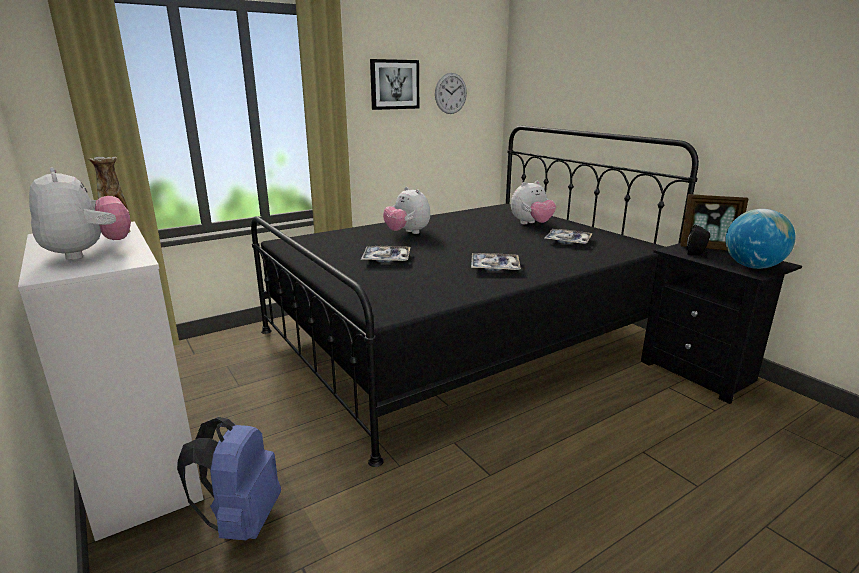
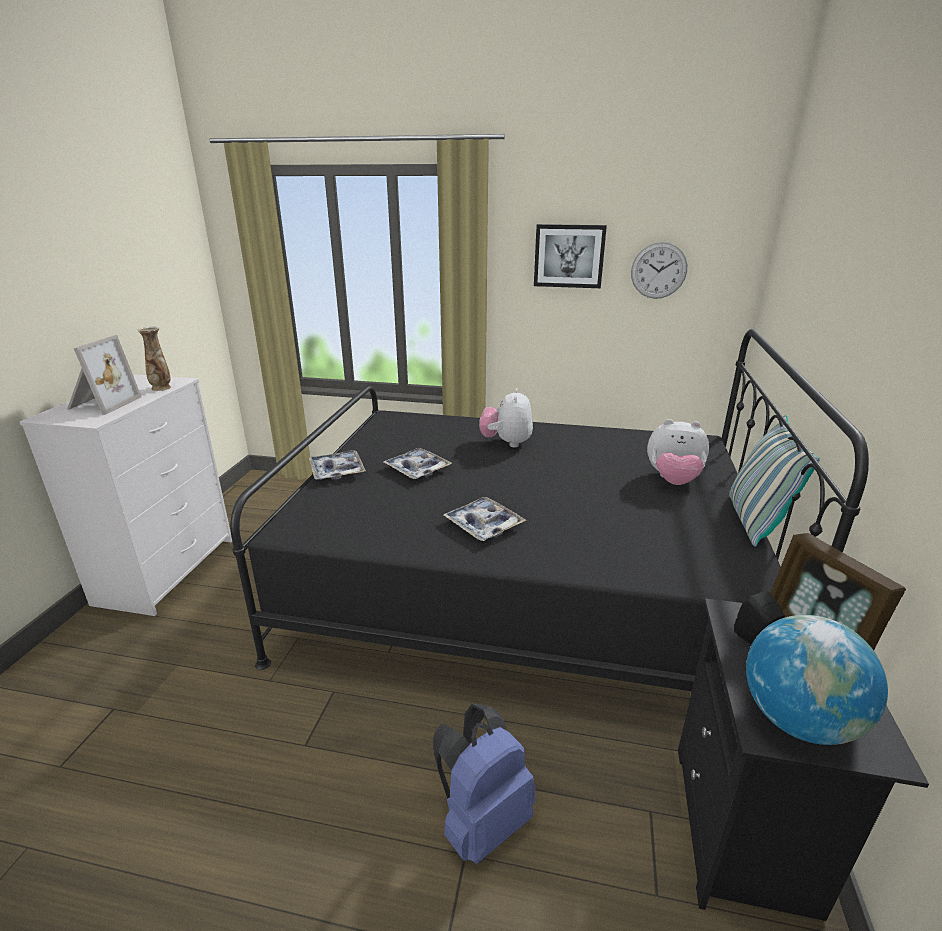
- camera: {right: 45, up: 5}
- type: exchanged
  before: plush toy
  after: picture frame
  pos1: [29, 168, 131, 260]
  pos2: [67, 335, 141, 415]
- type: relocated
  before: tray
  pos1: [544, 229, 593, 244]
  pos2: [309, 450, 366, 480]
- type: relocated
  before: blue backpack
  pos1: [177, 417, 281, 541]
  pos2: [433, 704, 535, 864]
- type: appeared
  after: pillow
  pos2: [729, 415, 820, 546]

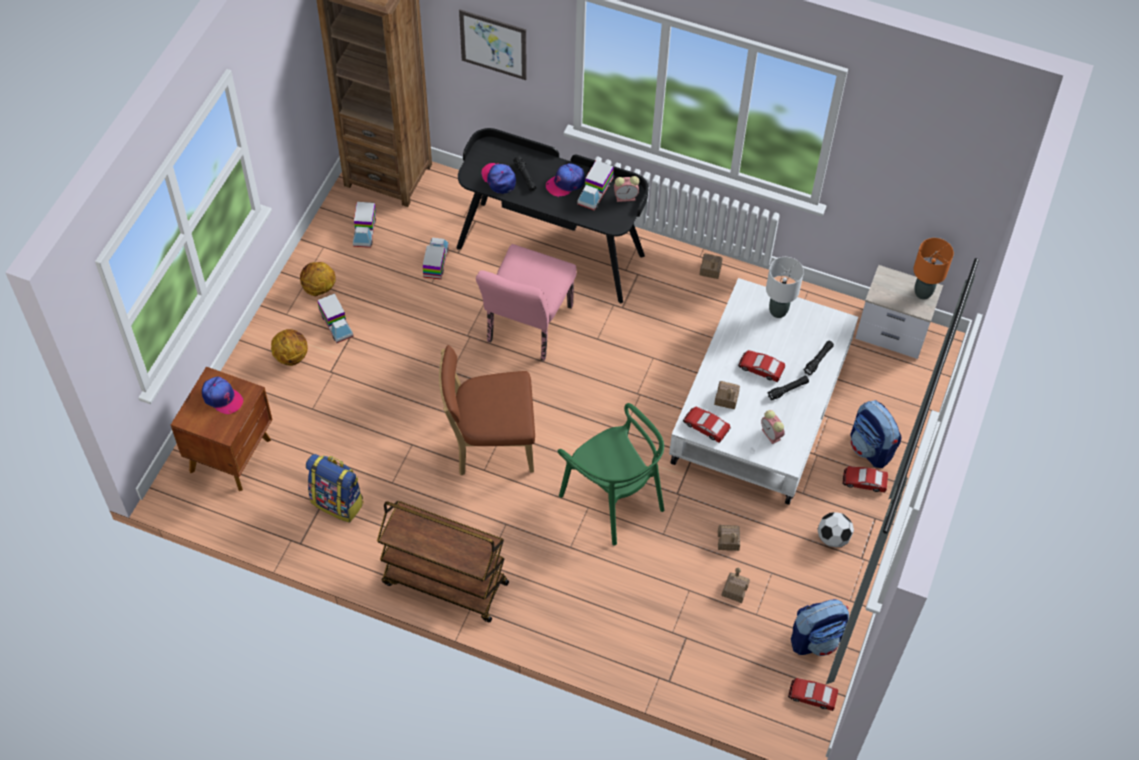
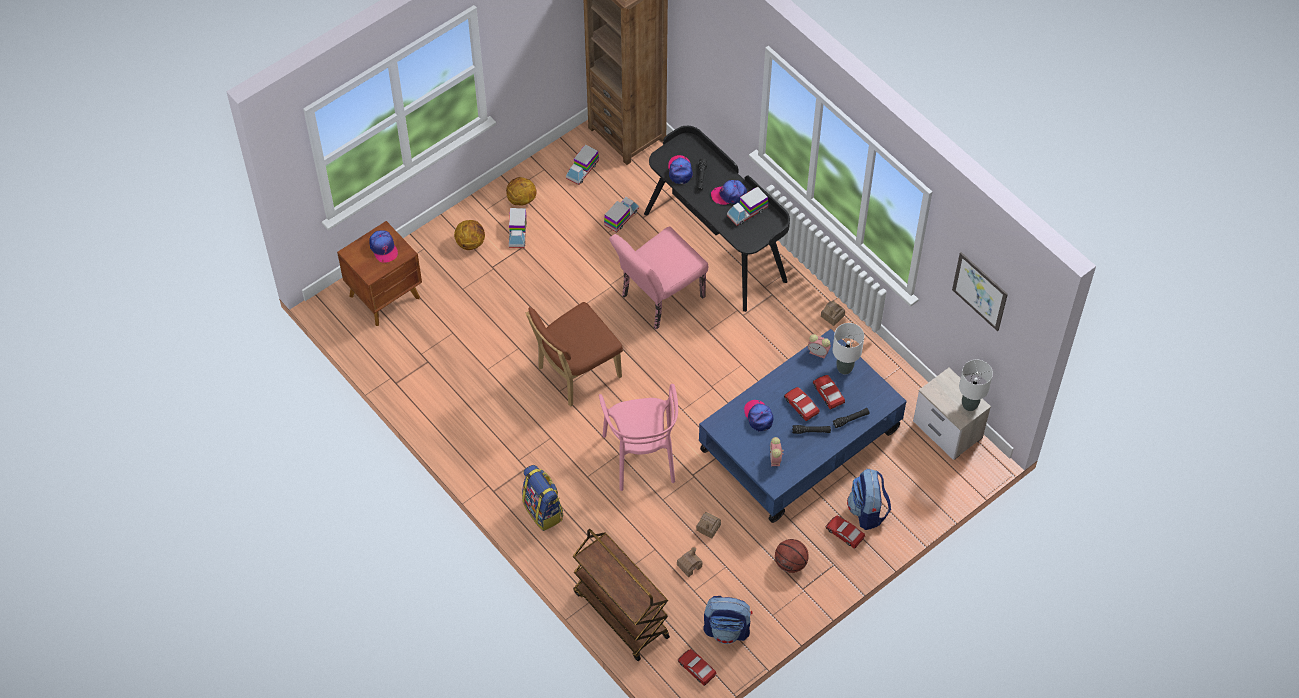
- camera: {right: 30, up: 0}
- type: relocated
  before: picture
  pos1: [459, 9, 527, 80]
  pos2: [952, 252, 1008, 331]
- type: relocated
  before: alarm clock
  pos1: [614, 176, 639, 202]
  pos2: [808, 334, 831, 359]
- type: colour
  before: orange table lamp
  after: white table lamp
  pos1: [913, 238, 954, 300]
  pos2: [959, 360, 993, 411]
- type: colour
  before: white coffee table
  after: blue coffee table
  pos1: [669, 278, 858, 505]
  pos2: [699, 329, 907, 523]
- type: spun
  before: brown chair
  pos1: [439, 345, 535, 475]
  pos2: [526, 302, 623, 406]
  turn: -60
- type: exchanged
  before: toy house
  after: cap
  pos1: [714, 381, 740, 410]
  pos2: [744, 400, 773, 431]
- type: colour
  before: green chair
  after: pink chair
  pos1: [558, 403, 664, 546]
  pos2: [599, 384, 678, 491]
- type: relocated
  before: toy car
  pos1: [683, 407, 730, 443]
  pos2: [813, 375, 845, 410]
- type: relocated
  before: backpack
  pos1: [306, 454, 364, 523]
  pos2: [522, 465, 563, 531]
- type: relocated
  before: brown cart
  pos1: [377, 501, 509, 622]
  pos2: [573, 529, 670, 661]
- type: exchanged
  before: football
  after: basketball
  pos1: [817, 512, 854, 547]
  pos2: [775, 539, 809, 573]

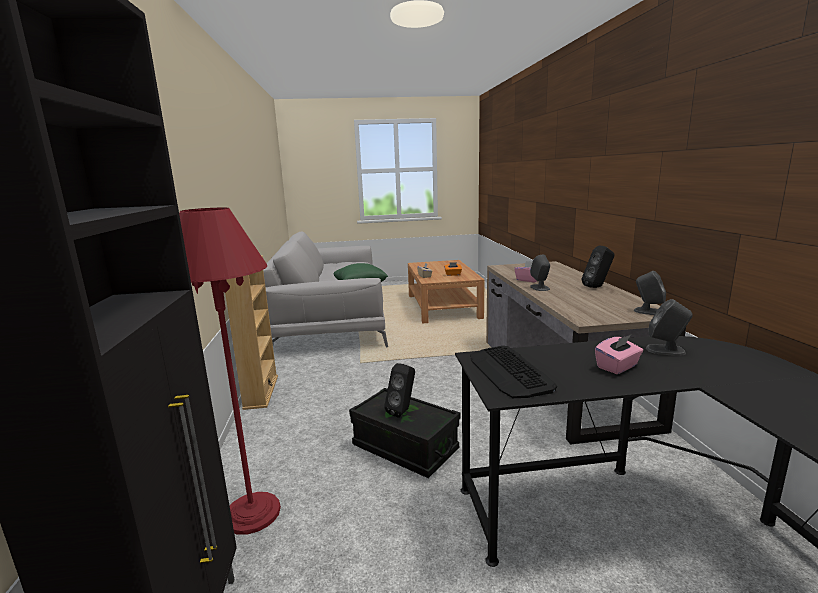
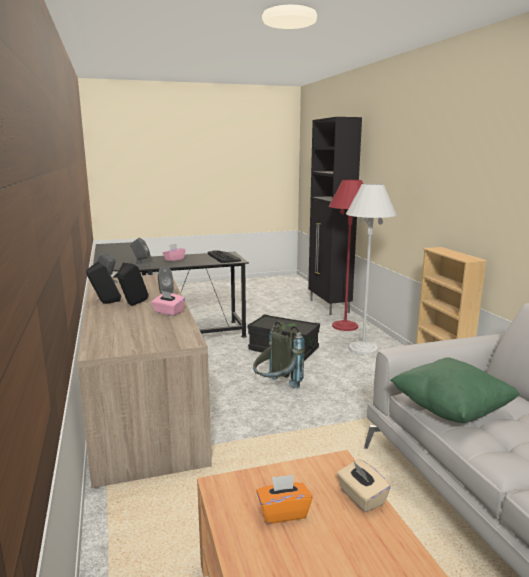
- camera: {right: 170, up: 0}
- type: relocated
  before: black speaker
  pos1: [384, 363, 415, 418]
  pos2: [117, 263, 149, 306]
- type: appeared
  after: white floor lamp
  pos2: [346, 184, 397, 354]
- type: appeared
  after: grey backpack
  pos2: [253, 321, 305, 388]

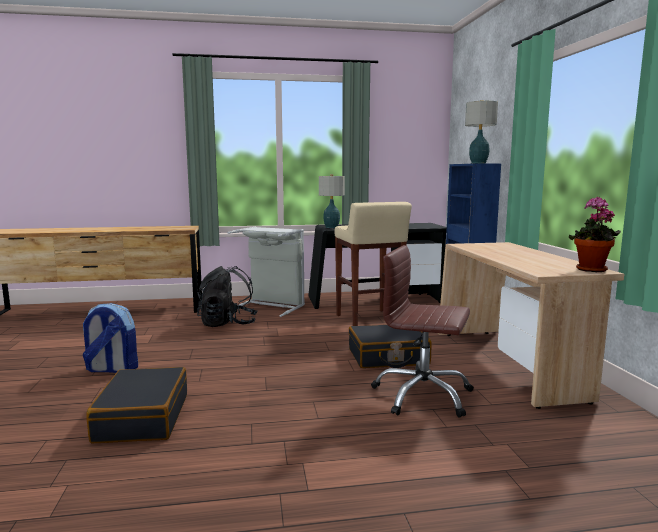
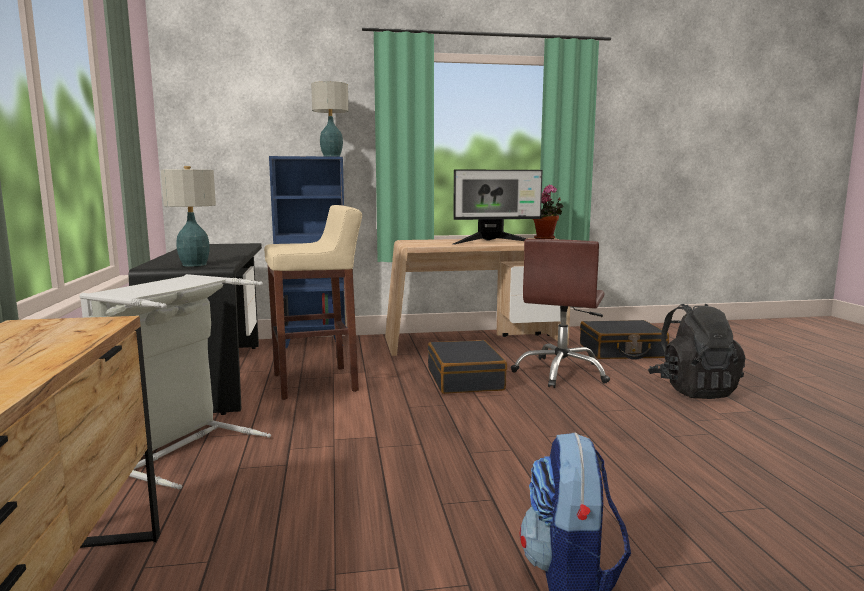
- camera: {right: -90, up: 0}
- type: relocated
  before: black backpack
  pos1: [197, 266, 258, 327]
  pos2: [648, 304, 745, 399]
- type: relocated
  before: black suitcase
  pos1: [86, 367, 187, 443]
  pos2: [580, 320, 669, 360]
- type: appeared
  after: monitor
  pos2: [452, 170, 542, 245]

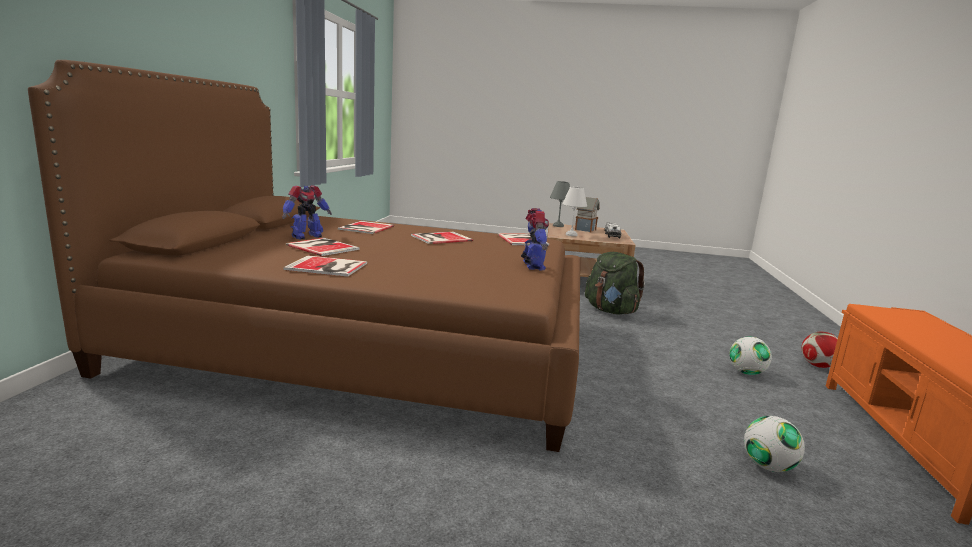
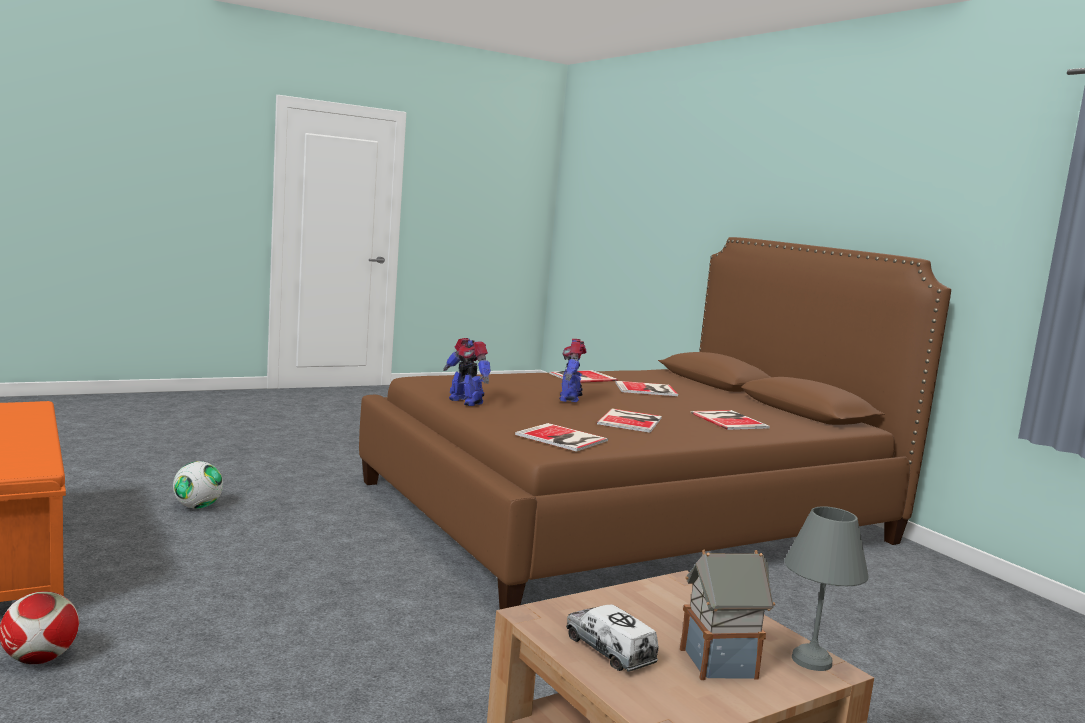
- camera: {right: 140, up: -5}
- type: relocated
  before: toy robot
  pos1: [282, 185, 332, 239]
  pos2: [559, 339, 587, 402]
- type: missing
  before: white table lamp
  pos1: [563, 187, 587, 236]
- type: missing
  before: green backpack
  pos1: [585, 252, 645, 314]
- type: missing
  before: football
  pos1: [729, 337, 772, 375]

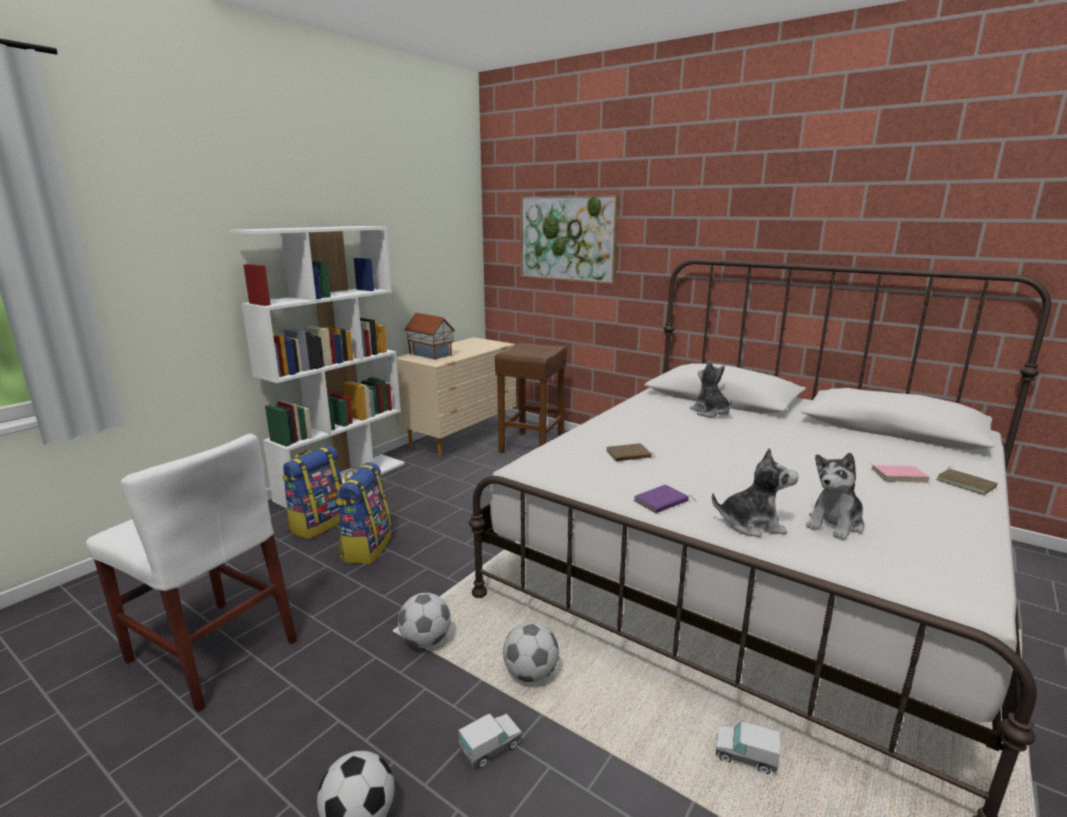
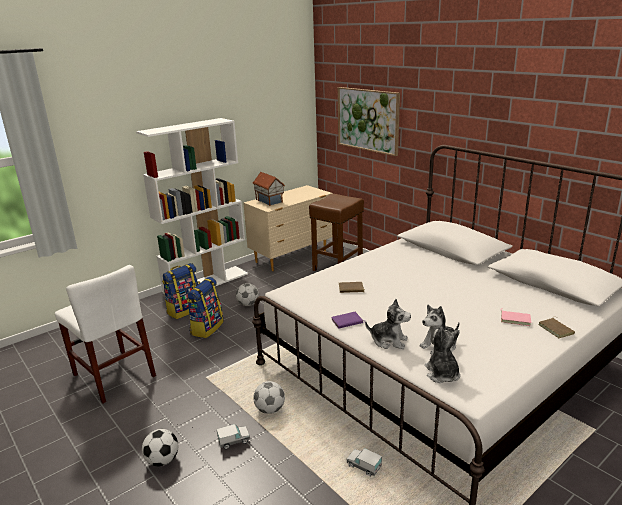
- camera: {right: 15, up: 5}
- type: relocated
  before: plush toy
  pos1: [690, 361, 732, 418]
  pos2: [425, 327, 460, 383]
- type: relocated
  before: football
  pos1: [398, 593, 451, 648]
  pos2: [236, 283, 259, 306]

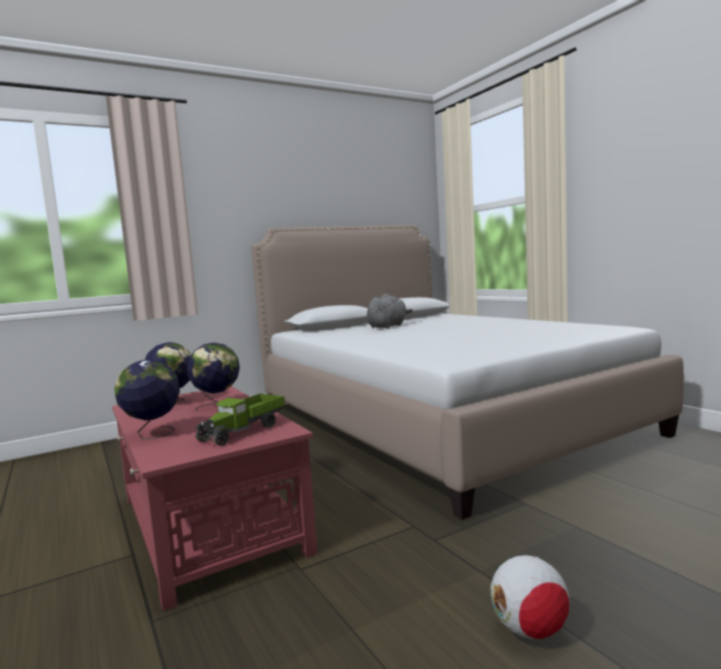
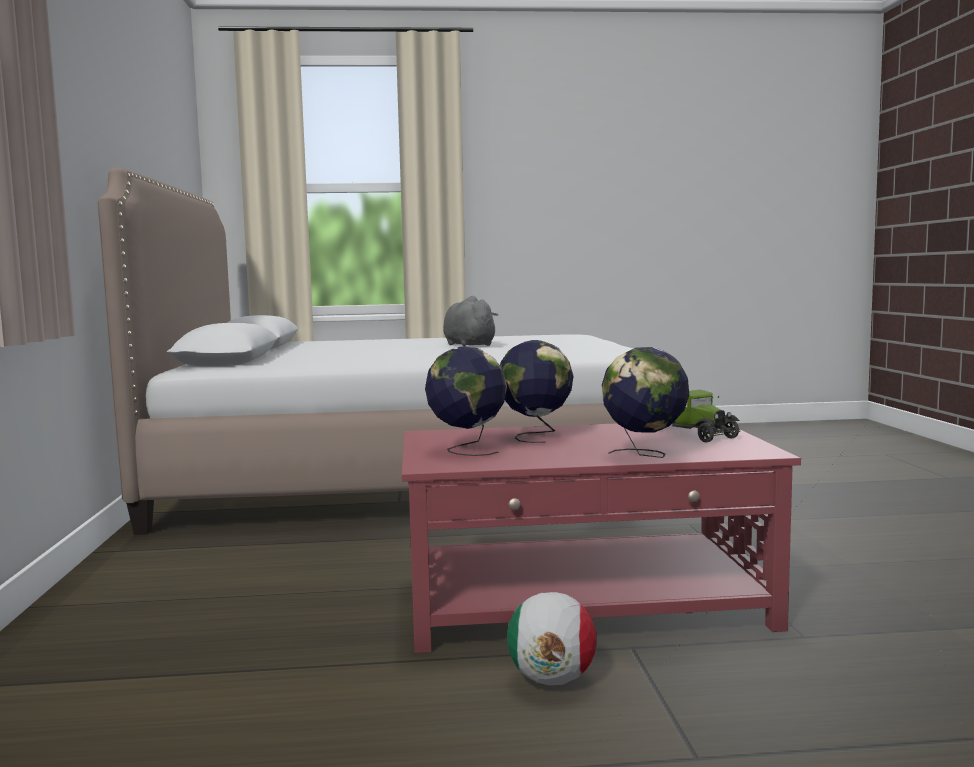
- camera: {right: -65, up: 0}
- type: relocated
  before: grey plush toy
  pos1: [367, 293, 413, 329]
  pos2: [443, 296, 498, 346]
- type: relocated
  before: football
  pos1: [491, 555, 570, 639]
  pos2: [507, 592, 597, 685]

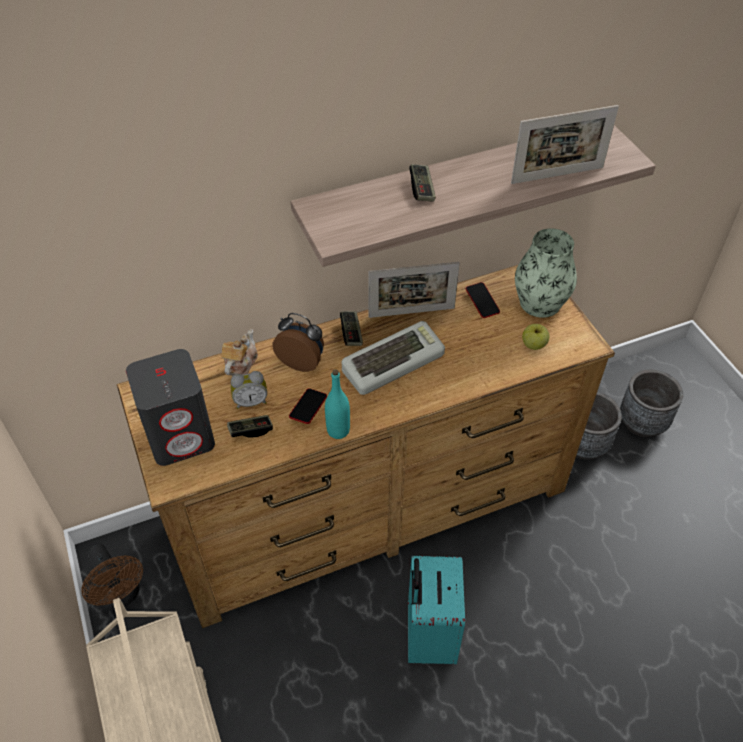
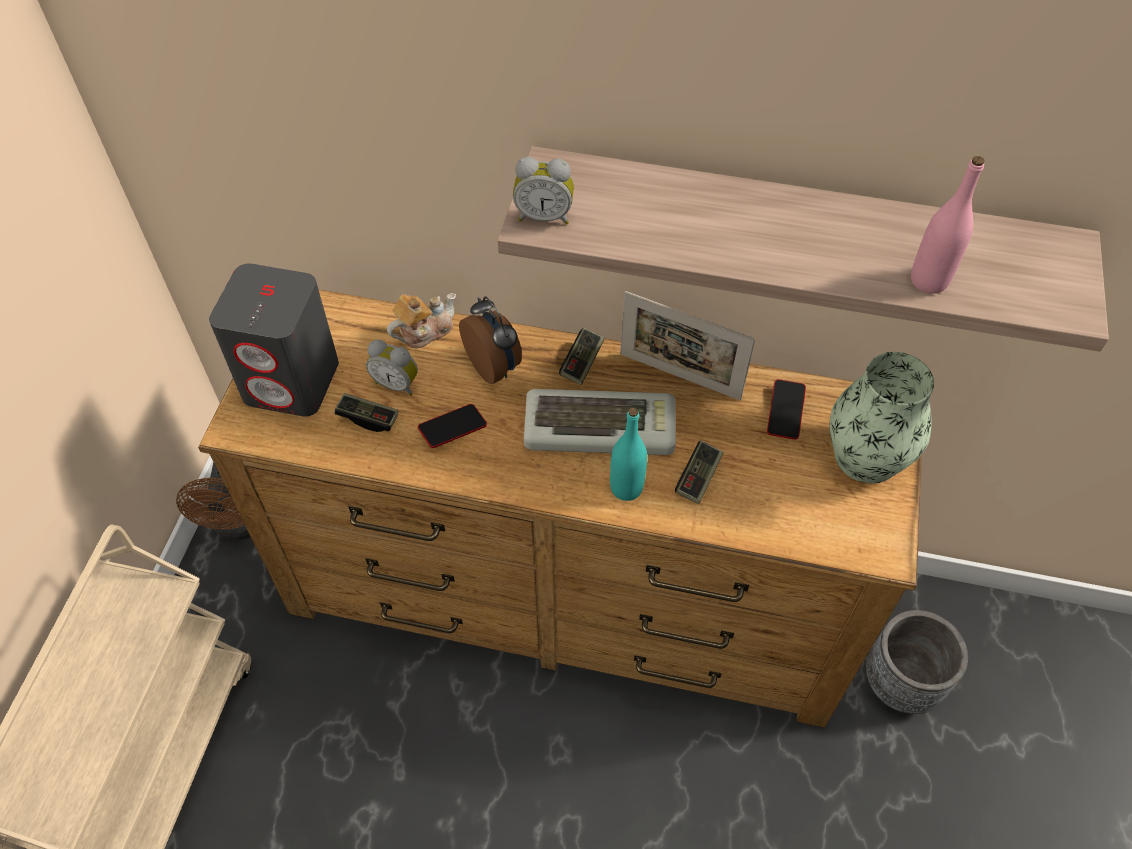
- camera: {right: 35, up: 5}
- type: exchanged
  before: picture frame
  after: pink bottle
  pos1: [511, 105, 619, 184]
  pos2: [911, 156, 985, 294]
- type: relocated
  before: game controller
  pos1: [409, 164, 436, 202]
  pos2: [675, 441, 724, 504]
- type: missing
  before: apple
  pos1: [522, 324, 549, 350]
- type: relocated
  before: turquoise bottle
  pos1: [325, 369, 350, 439]
  pos2: [610, 408, 647, 501]
- type: missing
  before: grey planter
  pos1: [620, 370, 683, 437]
- type: missing
  before: turquoise suitcase
  pos1: [408, 556, 465, 664]
- type: appeared
  after: alarm clock
  pos2: [513, 157, 574, 225]

